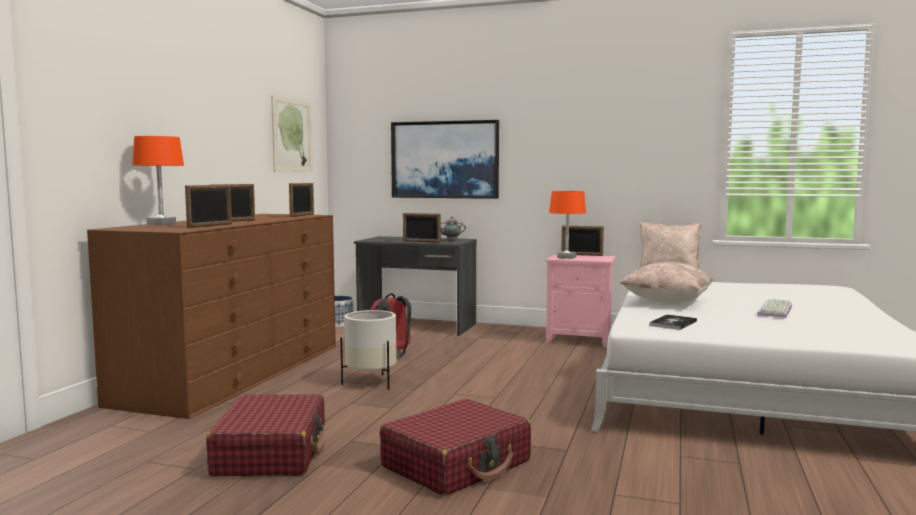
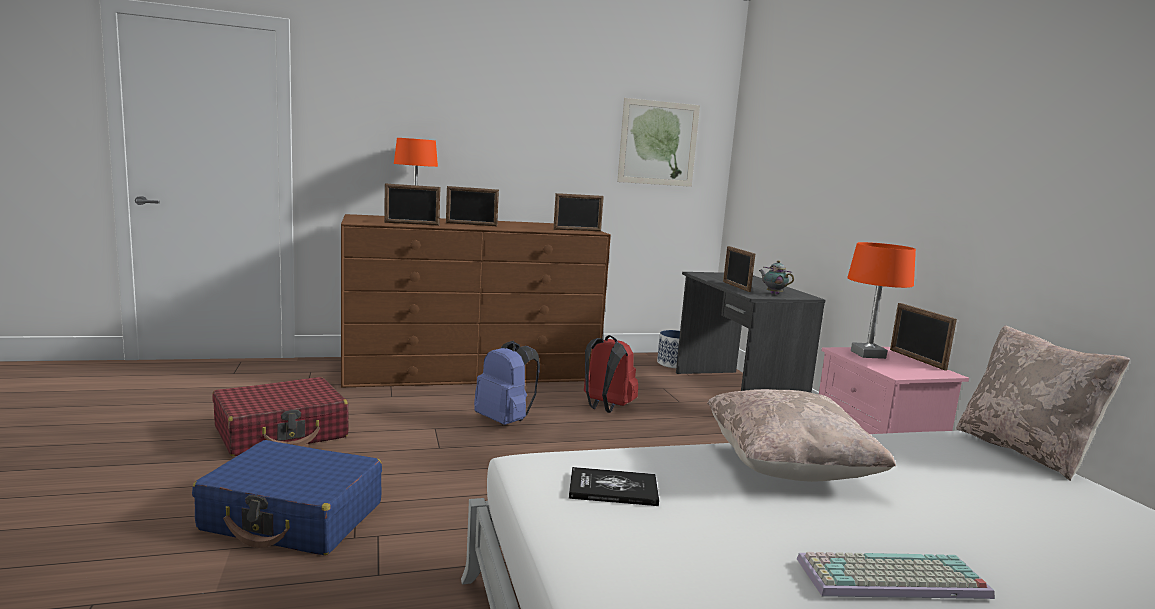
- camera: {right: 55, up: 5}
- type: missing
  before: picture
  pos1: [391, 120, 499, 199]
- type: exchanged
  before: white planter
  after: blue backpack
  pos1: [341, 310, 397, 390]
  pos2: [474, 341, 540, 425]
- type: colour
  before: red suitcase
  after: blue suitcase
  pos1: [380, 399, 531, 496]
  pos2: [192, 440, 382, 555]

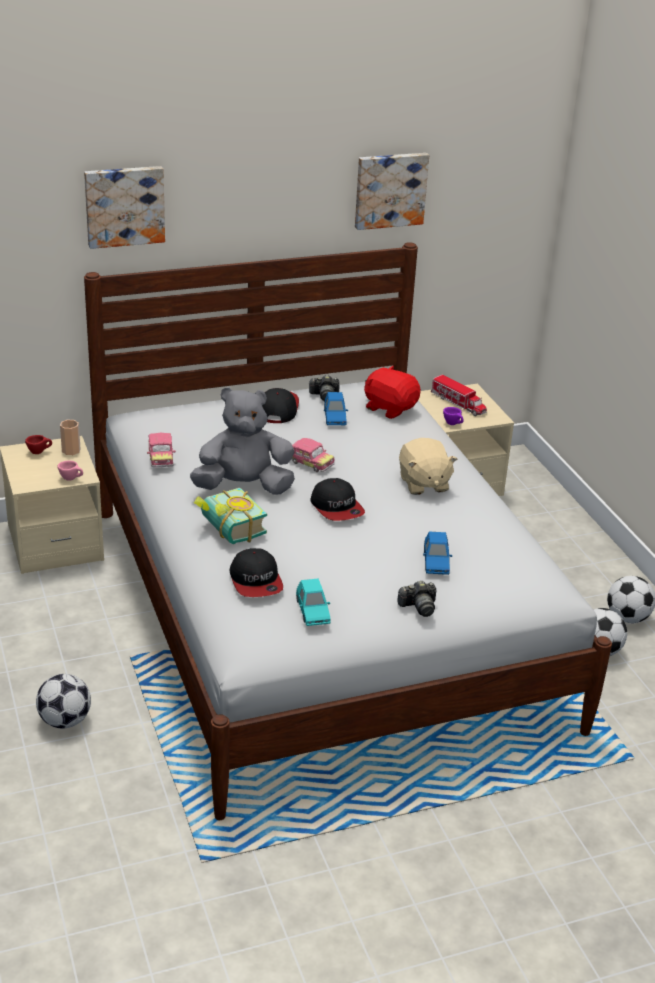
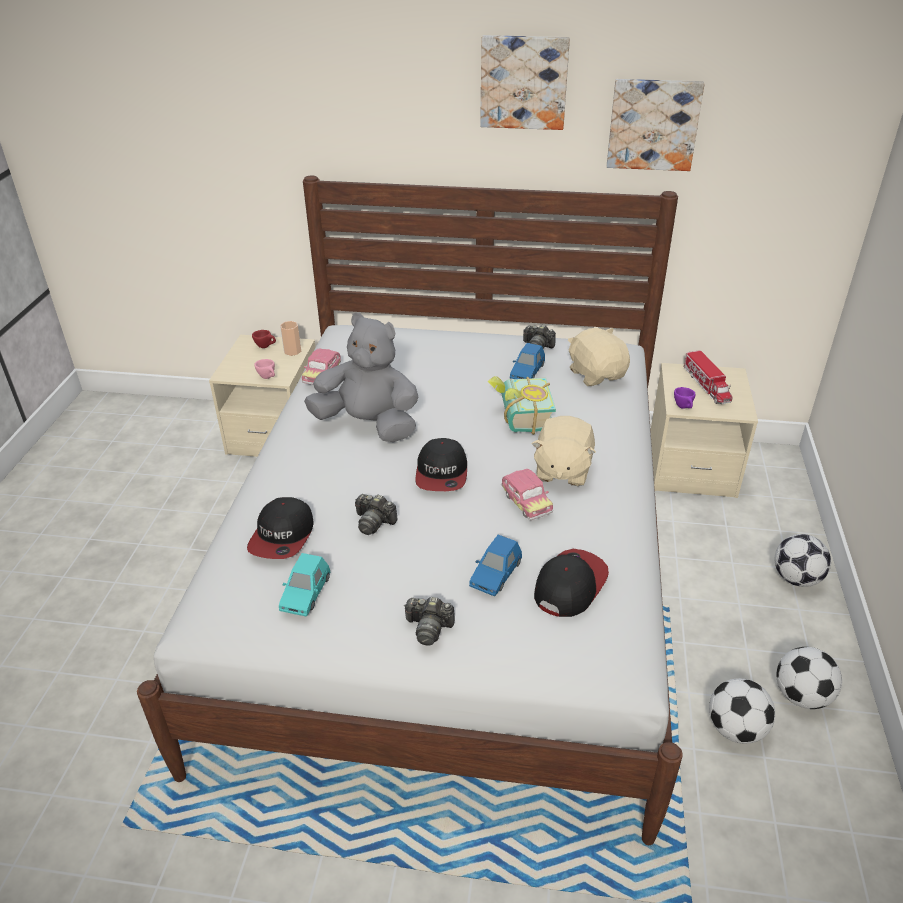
- camera: {right: 30, up: 5}
- type: relocated
  before: picture
  pos1: [84, 166, 165, 249]
  pos2: [480, 35, 570, 130]
- type: colour
  before: red plush toy
  after: beige plush toy
  pos1: [364, 366, 421, 419]
  pos2: [568, 328, 630, 386]
- type: relocated
  before: cap
  pos1: [262, 388, 299, 423]
  pos2: [534, 549, 609, 617]
- type: relocated
  before: toy car
  pos1: [292, 438, 335, 472]
  pos2: [501, 469, 553, 520]
- type: relocated
  before: book
  pos1: [194, 488, 267, 544]
  pos2: [487, 376, 556, 435]
- type: relocated
  before: football
  pos1: [36, 674, 91, 728]
  pos2: [775, 534, 831, 587]
- type: appeared
  after: photo camera
  pos2: [355, 494, 398, 535]

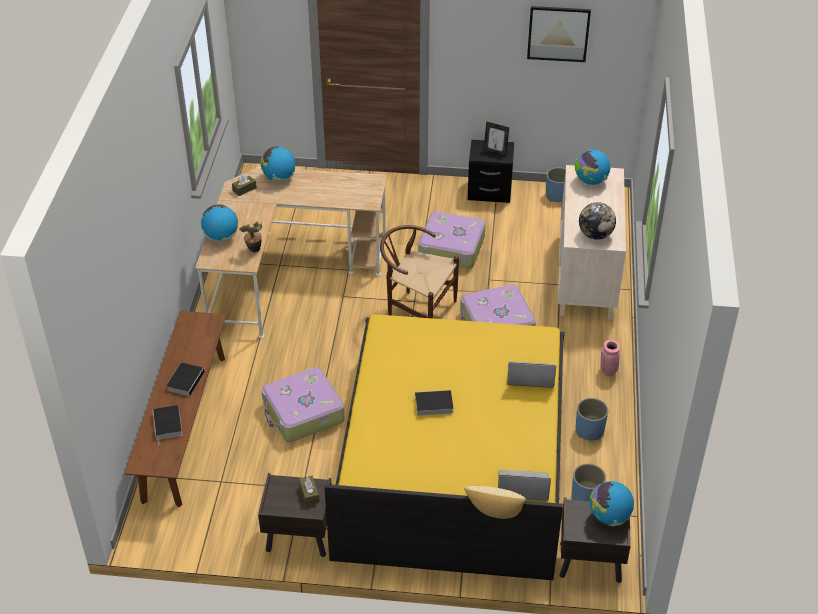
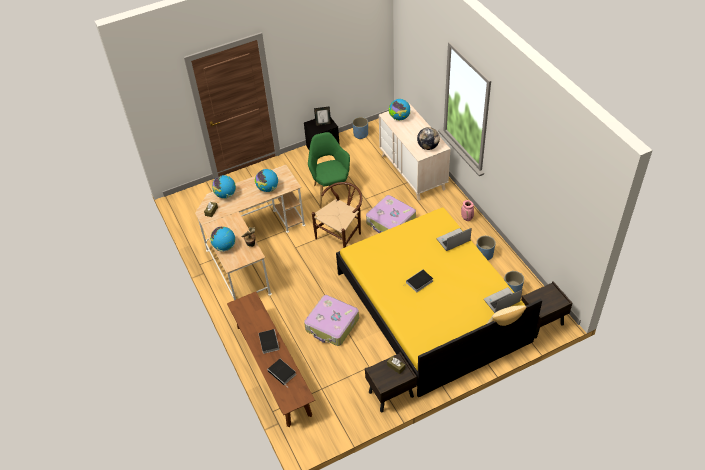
- camera: {right: -30, up: 5}
- type: missing
  before: picture
  pos1: [527, 6, 591, 62]
- type: exchanged
  before: suitcase
  after: green armchair
  pos1: [418, 212, 486, 269]
  pos2: [308, 132, 353, 208]
- type: spun
  before: brown chair
  pos1: [380, 225, 459, 318]
  pos2: [312, 182, 362, 248]
  turn: 135
- type: relocated
  before: globe
  pos1: [590, 481, 634, 526]
  pos2: [255, 169, 278, 192]

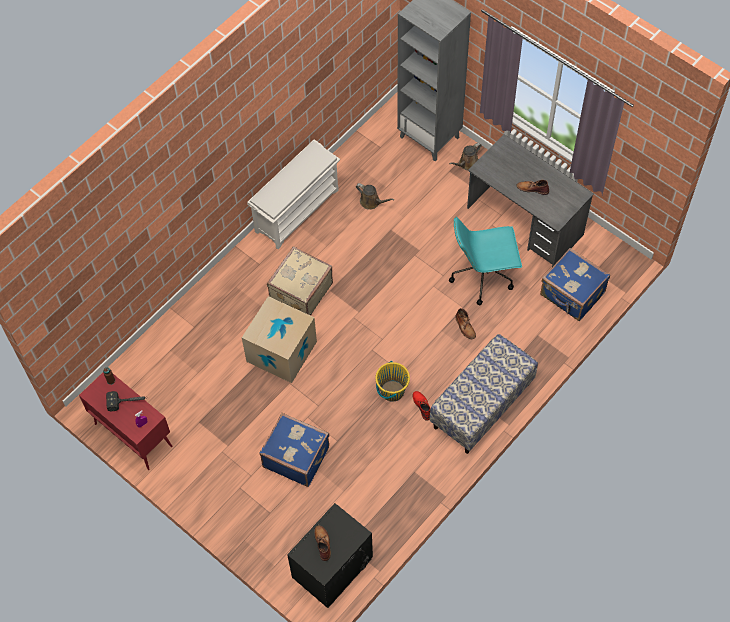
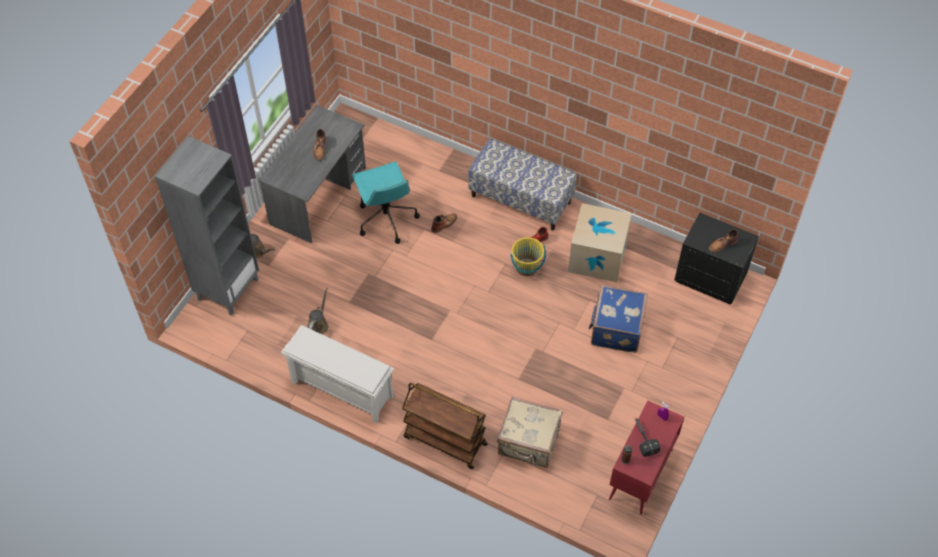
- camera: {right: -105, up: -5}
- type: relocated
  before: beige suitcase
  pos1: [267, 246, 333, 316]
  pos2: [497, 397, 563, 468]
- type: missing
  before: blue suitcase
  pos1: [540, 248, 610, 321]
- type: relocated
  before: cardboard box
  pos1: [242, 296, 317, 383]
  pos2: [568, 203, 632, 282]
- type: appeared
  after: brown cart
  pos2: [402, 383, 488, 469]

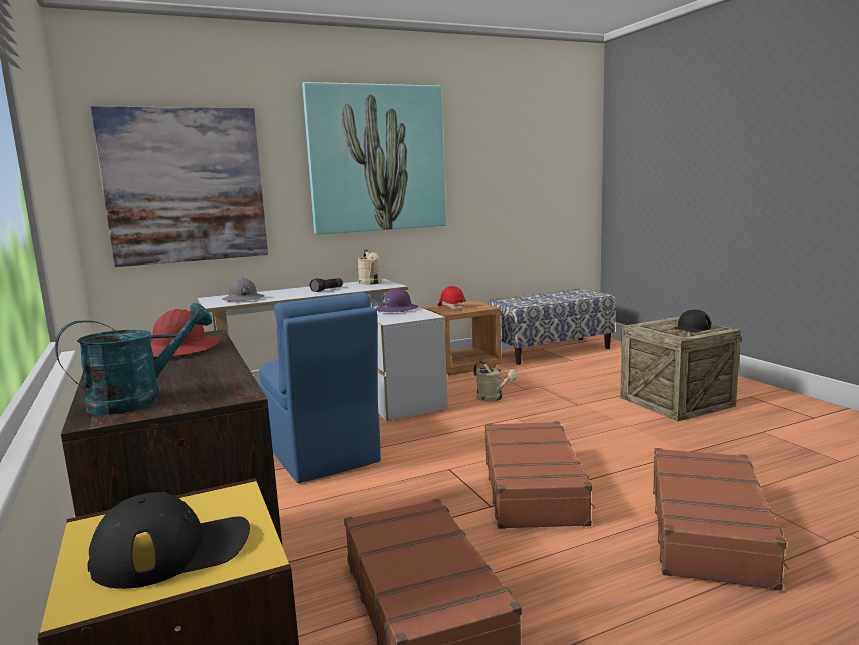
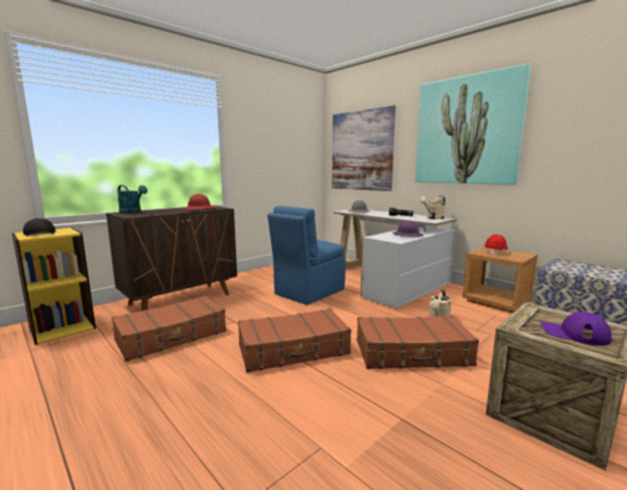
- camera: {right: 70, up: 0}
- type: colour
  before: black cap
  after: purple cap
  pos1: [671, 310, 711, 333]
  pos2: [540, 312, 612, 346]
- type: relocated
  before: brown suitcase
  pos1: [653, 448, 788, 591]
  pos2: [357, 315, 479, 369]

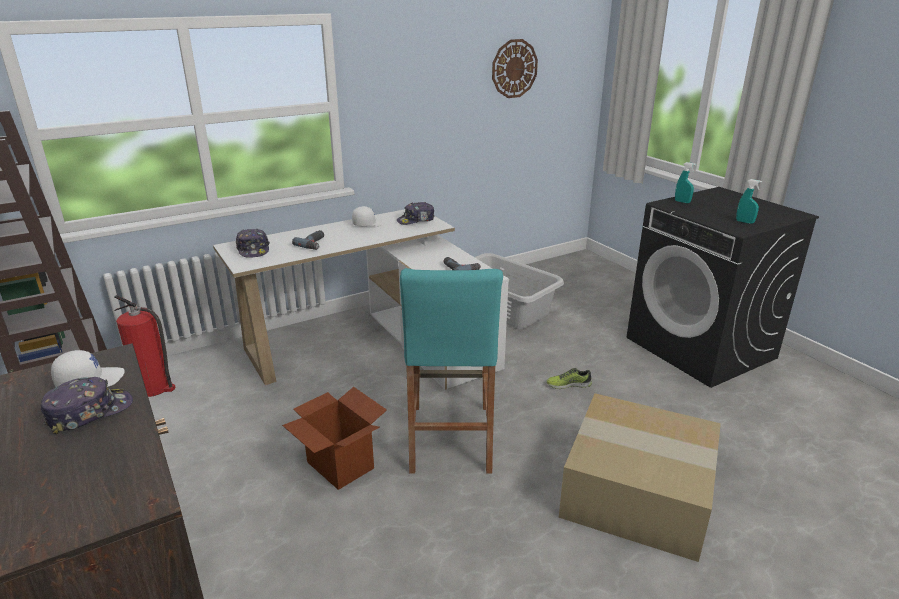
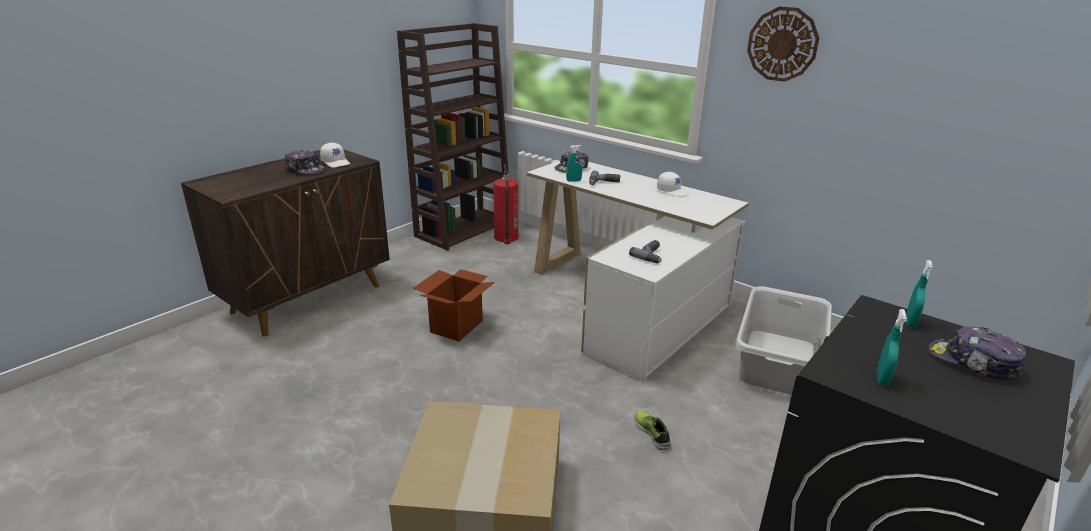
- camera: {right: 70, up: 0}
- type: relocated
  before: wall clock
  pos1: [492, 39, 538, 98]
  pos2: [747, 7, 819, 82]
- type: relocated
  before: cap
  pos1: [397, 202, 434, 225]
  pos2: [928, 326, 1026, 381]
- type: missing
  before: turquoise stool
  pos1: [400, 268, 503, 474]
- type: appeared
  after: turquoise spray bottle
  pos2: [566, 145, 583, 182]

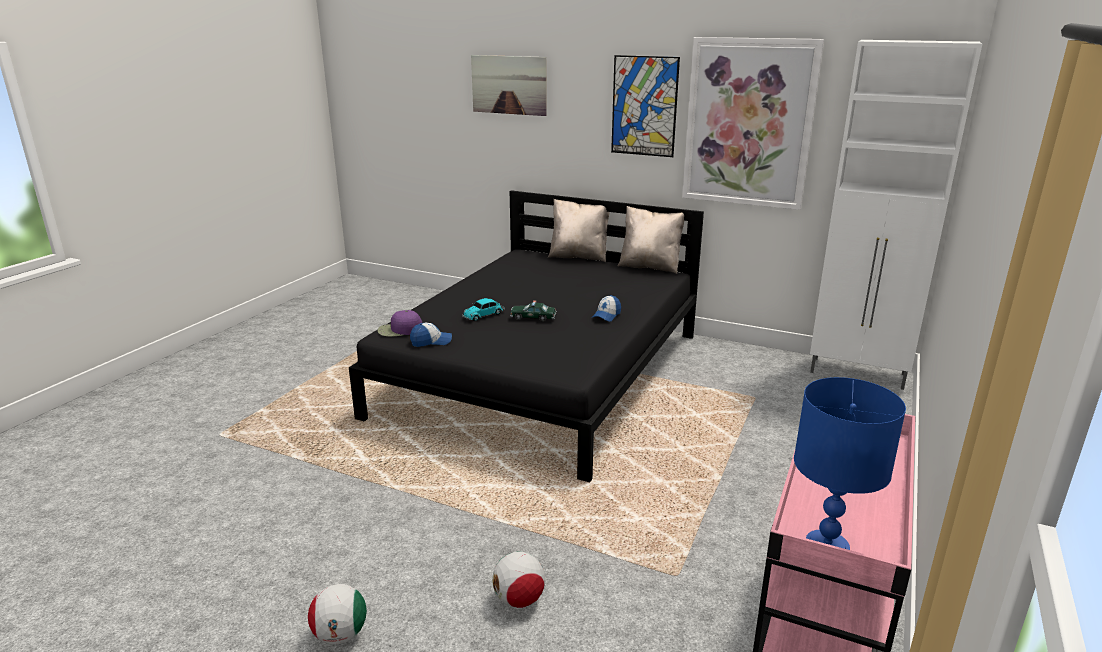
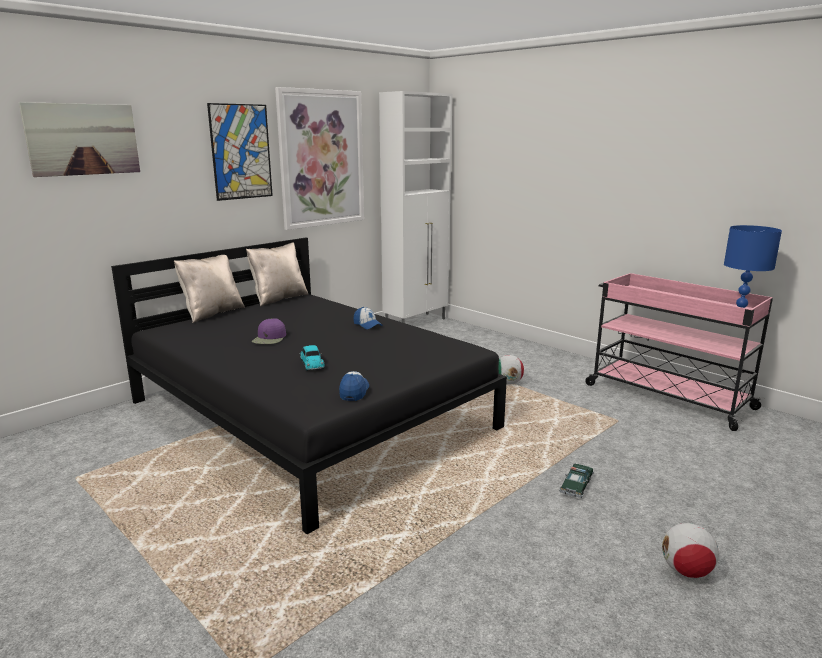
- camera: {right: -70, up: -5}
- type: relocated
  before: toy car
  pos1: [510, 300, 556, 322]
  pos2: [559, 463, 594, 498]
- type: relocated
  before: purple cap
  pos1: [378, 310, 422, 337]
  pos2: [252, 318, 286, 344]
- type: relocated
  before: football
  pos1: [492, 552, 546, 608]
  pos2: [499, 355, 524, 385]

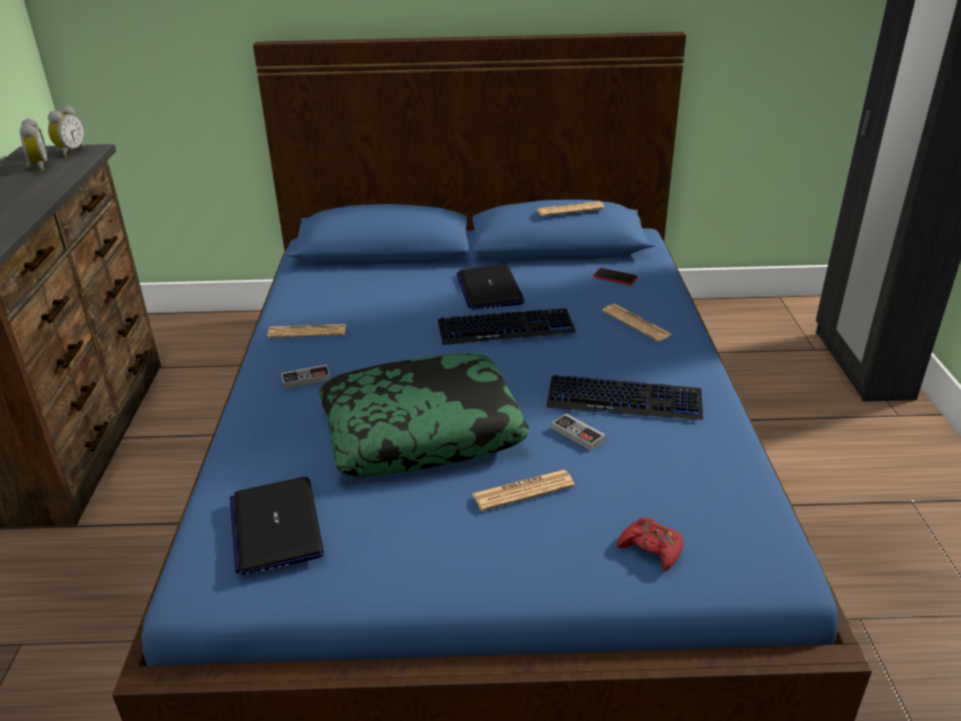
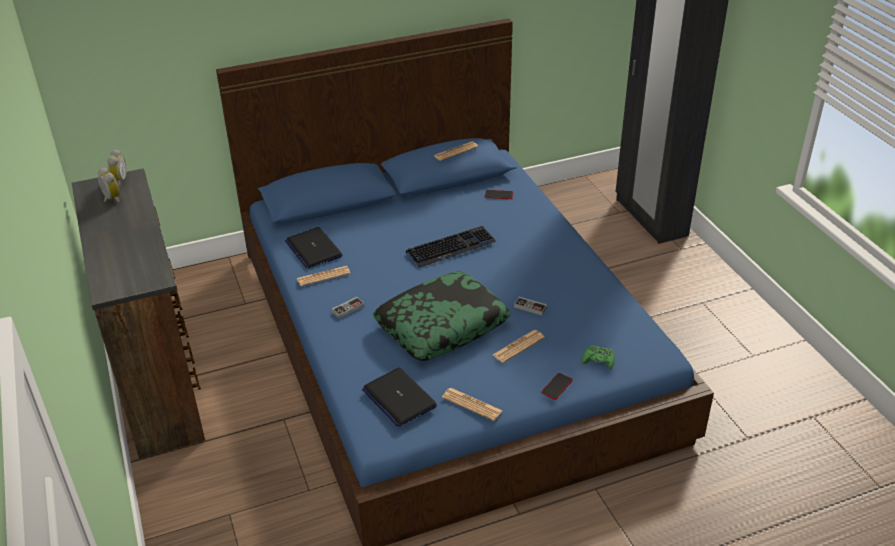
- camera: {right: -20, up: 5}
- type: relocated
  before: laptop
  pos1: [456, 265, 524, 310]
  pos2: [285, 227, 342, 268]
- type: relocated
  before: newspaper
  pos1: [602, 304, 673, 341]
  pos2: [442, 388, 503, 421]
- type: missing
  before: keyboard
  pos1: [546, 375, 703, 420]
- type: colour
  before: red game controller
  after: green game controller
  pos1: [617, 517, 683, 571]
  pos2: [582, 345, 615, 370]
- type: appeared
  after: phone
  pos2: [541, 373, 573, 400]

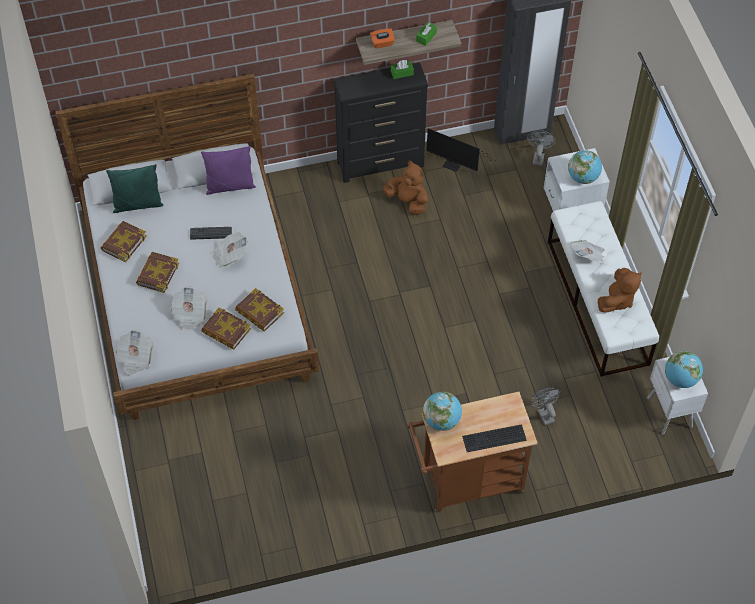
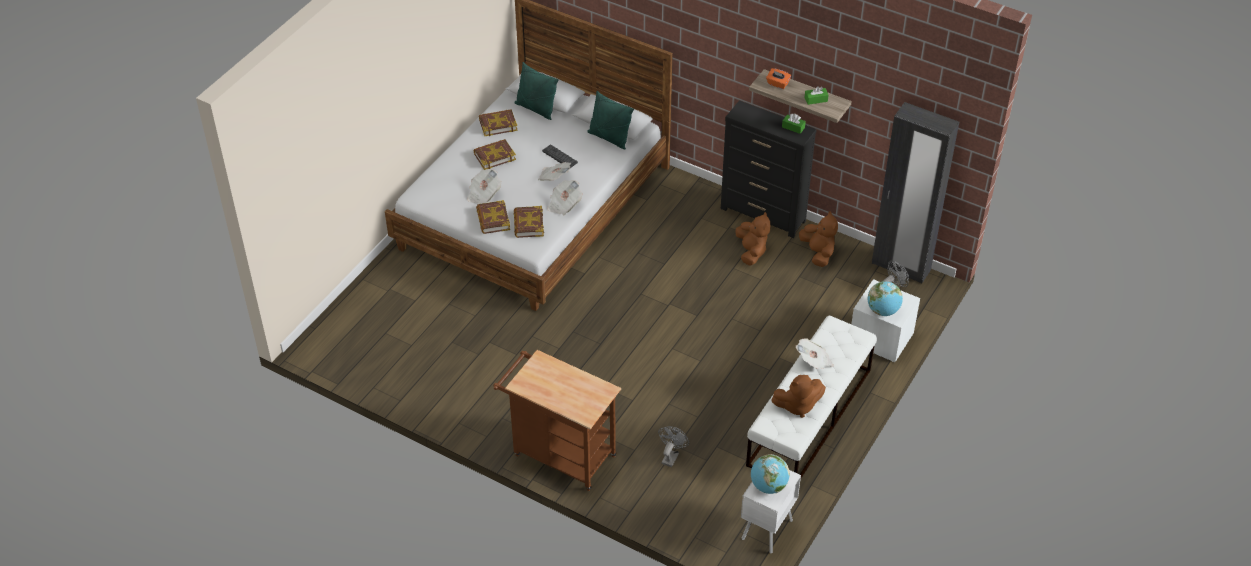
- camera: {right: 45, up: -10}
- type: exchanged
  before: monitor
  after: brown plush toy
  pos1: [426, 128, 489, 172]
  pos2: [799, 211, 838, 267]
- type: colour
  before: purple pillow
  after: green pillow
  pos1: [201, 146, 256, 195]
  pos2: [587, 91, 634, 150]
- type: relocated
  before: newspaper
  pos1: [116, 330, 154, 375]
  pos2: [547, 180, 582, 215]
- type: missing
  before: globe
  pos1: [423, 392, 462, 431]
- type: missing
  before: keyboard
  pos1: [462, 424, 527, 452]

